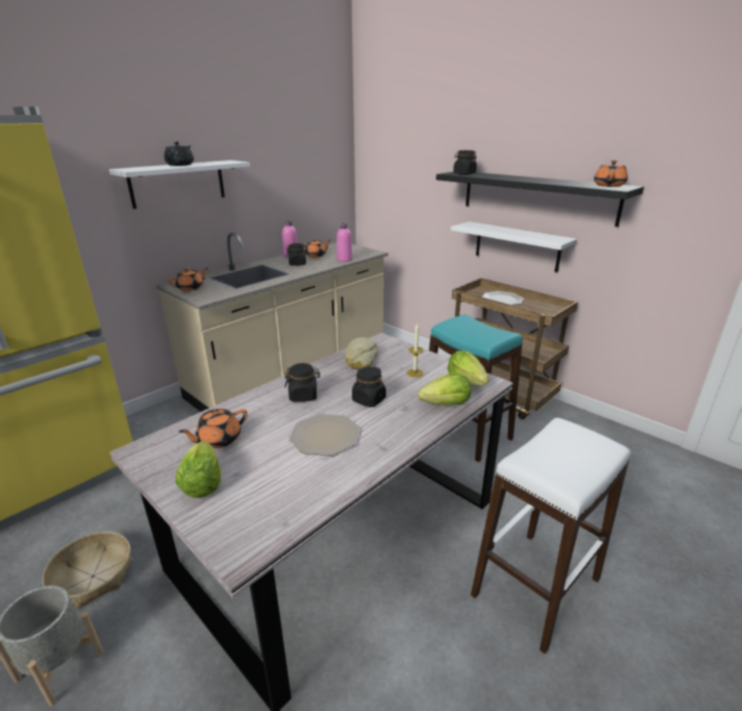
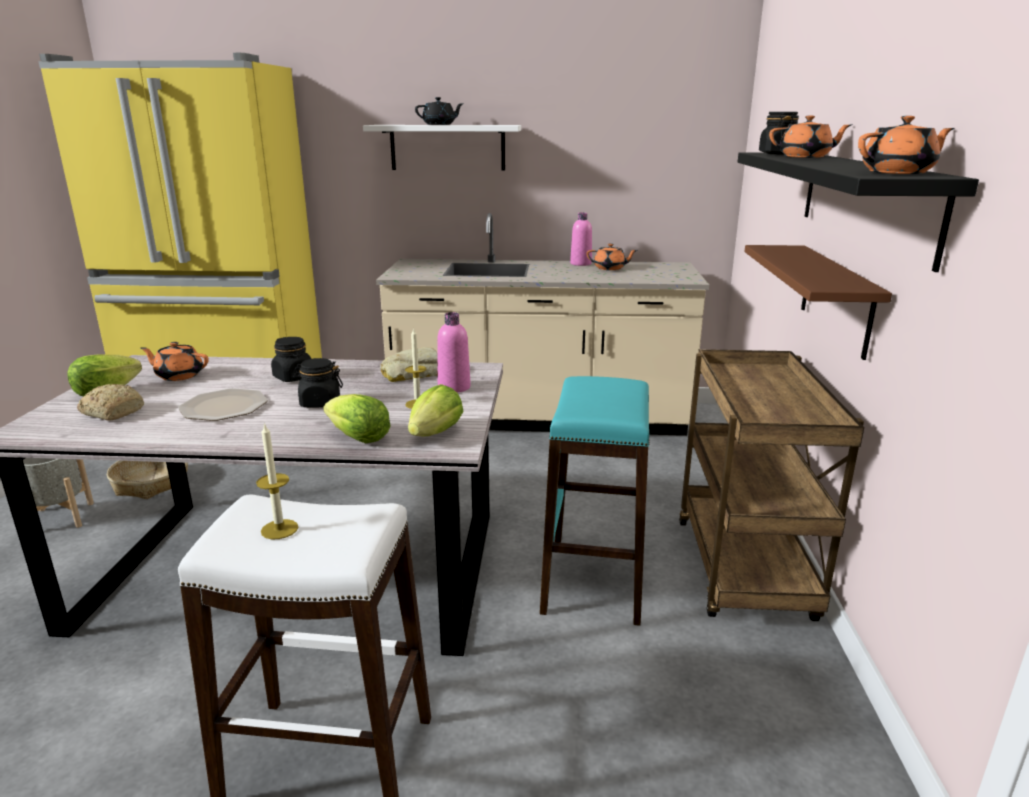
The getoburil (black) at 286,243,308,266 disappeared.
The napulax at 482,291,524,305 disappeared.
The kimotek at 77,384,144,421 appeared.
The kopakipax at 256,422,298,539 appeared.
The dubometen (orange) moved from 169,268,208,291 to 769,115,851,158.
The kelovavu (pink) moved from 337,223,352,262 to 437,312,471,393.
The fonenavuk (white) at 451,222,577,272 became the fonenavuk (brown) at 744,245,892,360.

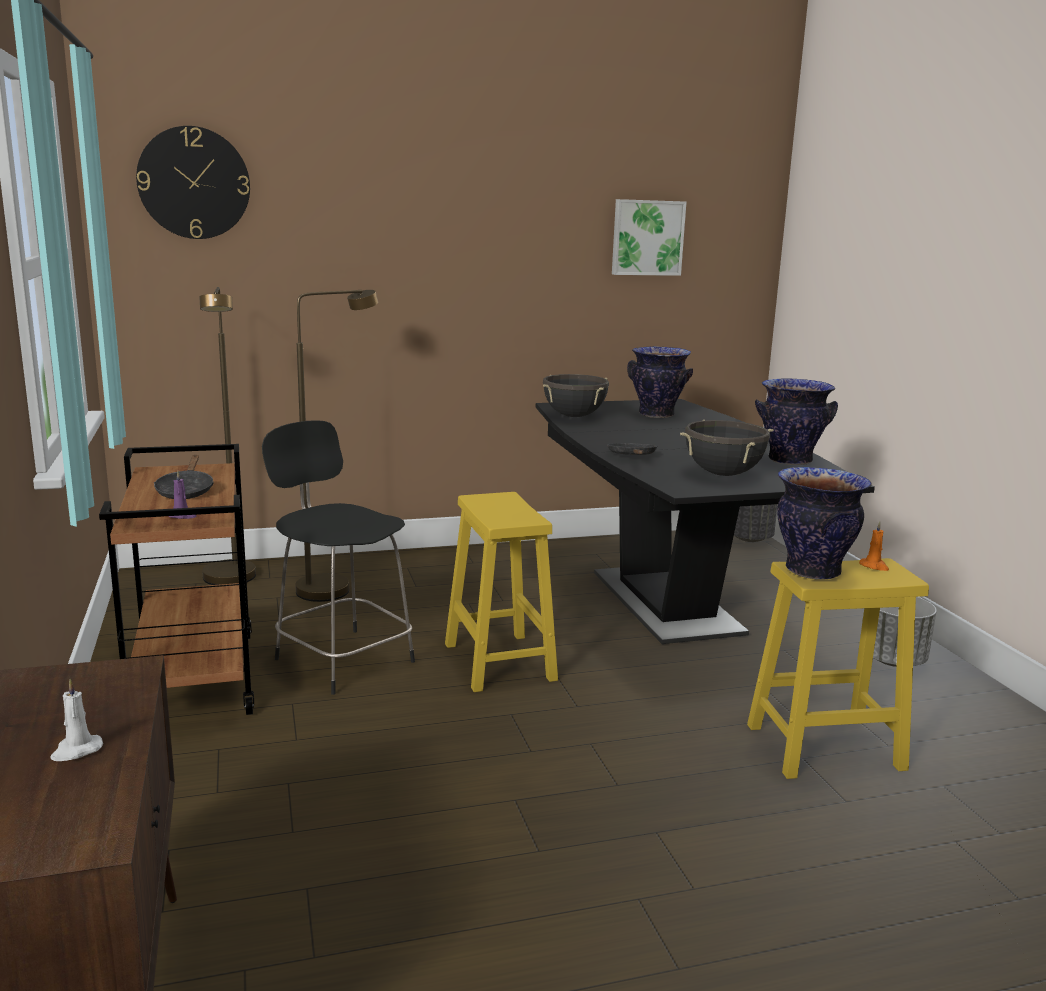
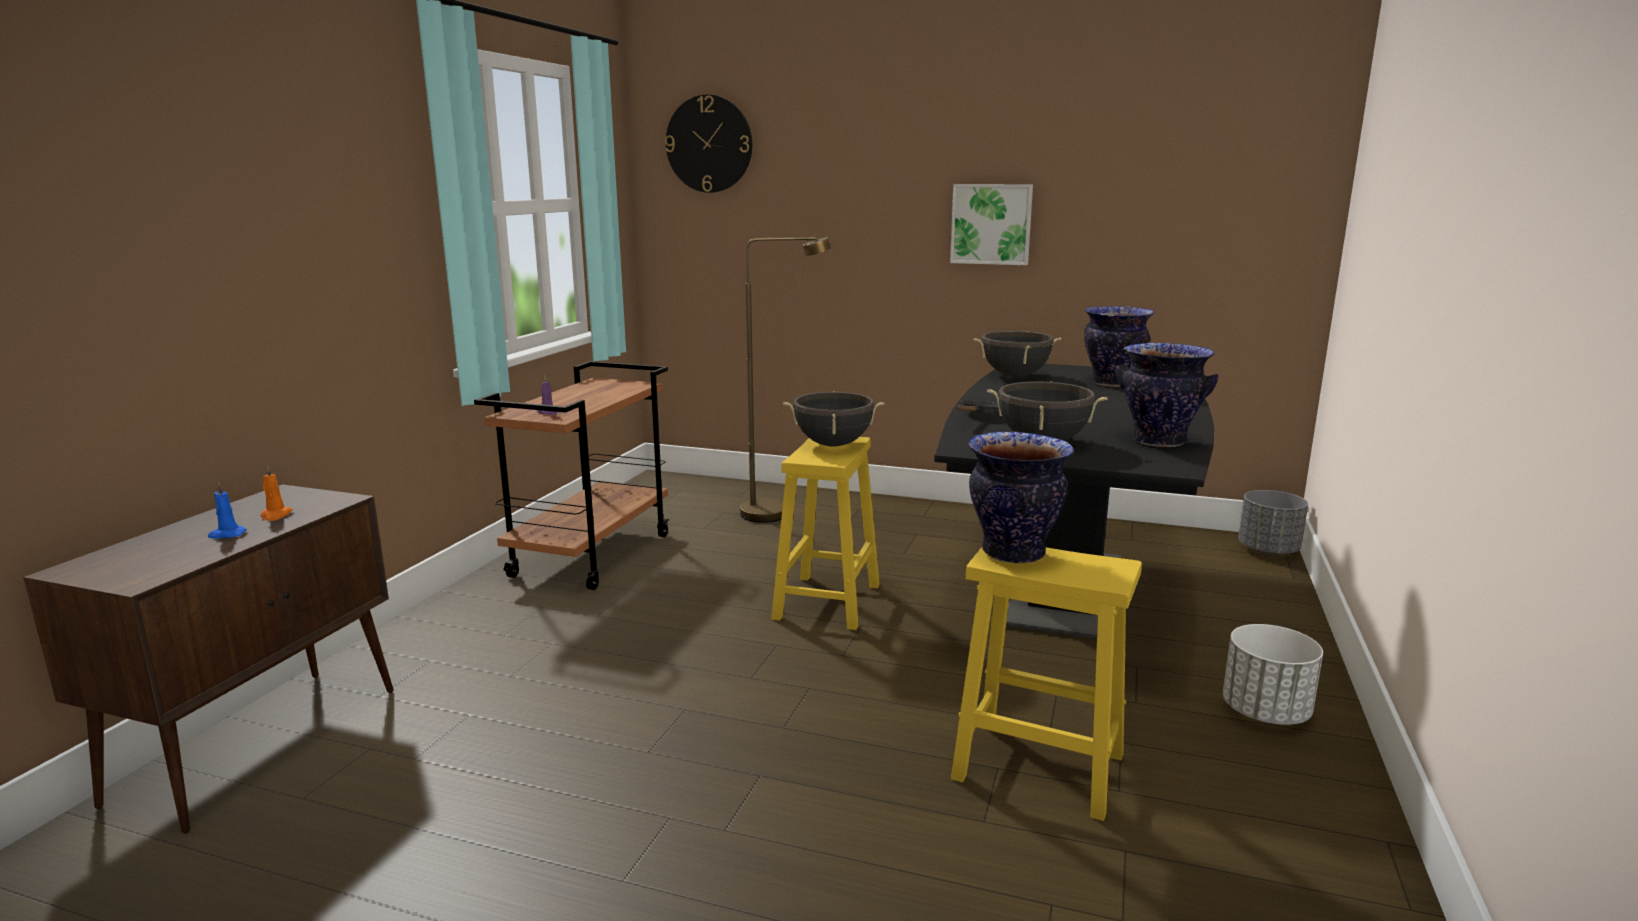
The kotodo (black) at 153,455,214,499 disappeared.
The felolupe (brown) at 199,287,256,585 disappeared.
The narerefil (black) at 262,420,415,695 disappeared.
The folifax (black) at 783,391,885,446 appeared.
The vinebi moved from 612,199,687,276 to 950,184,1033,265.
The kopakipax (orange) moved from 859,521,889,571 to 261,464,293,521.
The kopakipax (white) at 51,679,103,761 became the kopakipax (blue) at 208,481,247,539.

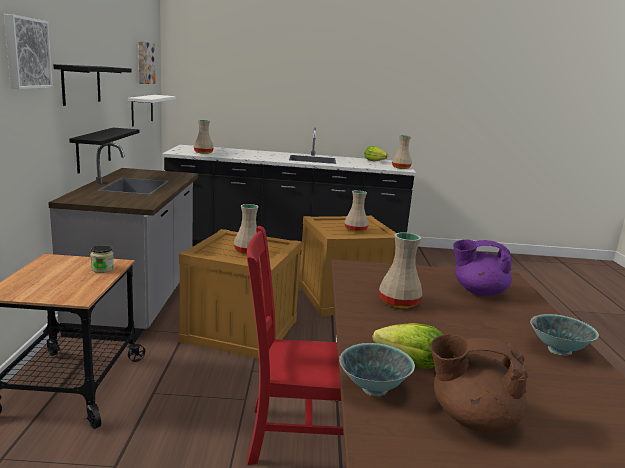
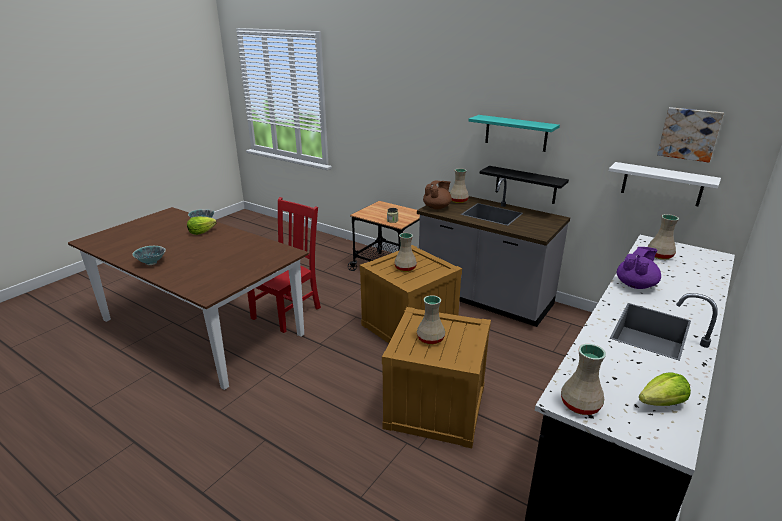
The vinebi at 4,14,53,89 disappeared.
The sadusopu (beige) moved from 379,232,422,308 to 450,168,469,203.
The dubometen (brown) moved from 430,334,528,432 to 423,180,452,209.
The dubometen (purple) moved from 453,240,512,296 to 617,247,661,289.
The fonenavuk (black) at 53,64,131,106 became the fonenavuk (turquoise) at 468,115,560,152.

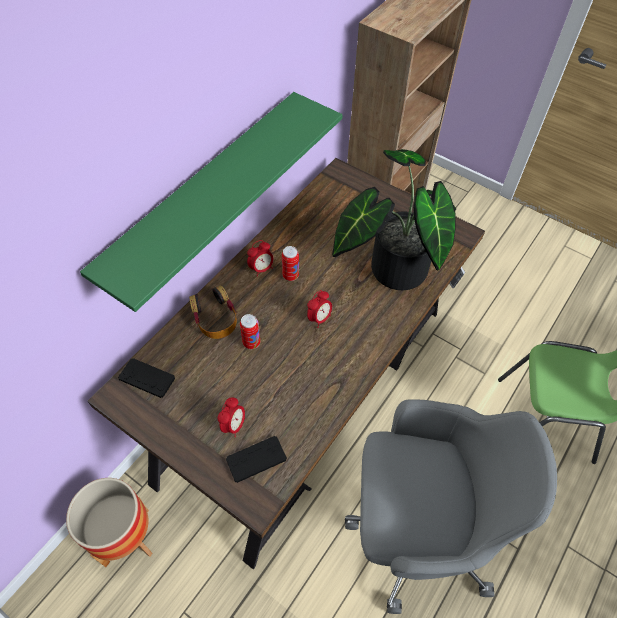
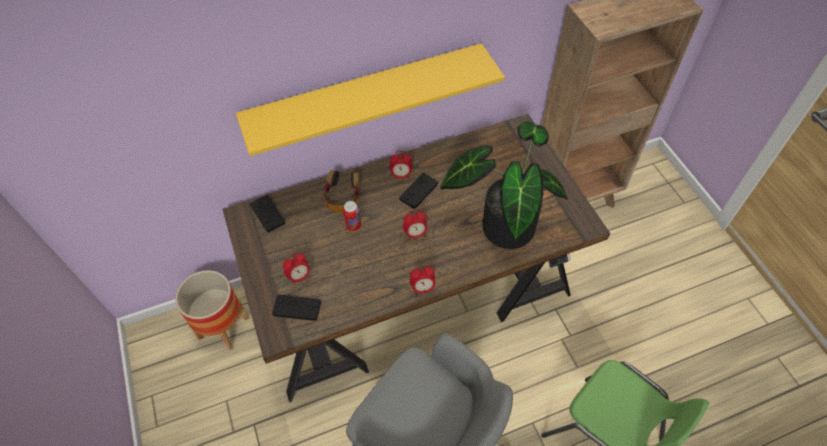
The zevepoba at 409,266,435,295 appeared.
The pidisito at 282,246,299,281 was replaced by the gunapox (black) at 399,173,438,209.
The fonenavuk (green) at 80,92,343,312 became the fonenavuk (yellow) at 236,43,505,156.

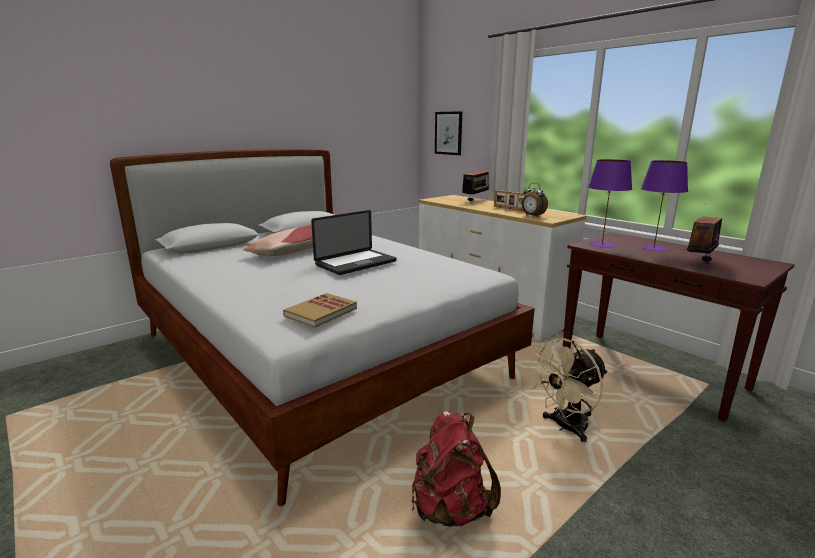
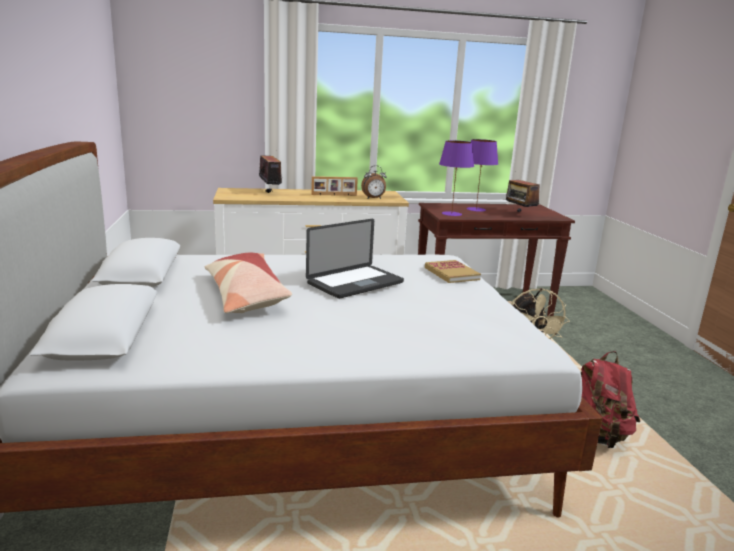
The vinebi at 435,111,462,155 disappeared.
The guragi moved from 283,293,357,328 to 425,260,481,283.
The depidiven at 311,210,397,275 turned 60 degrees clockwise.

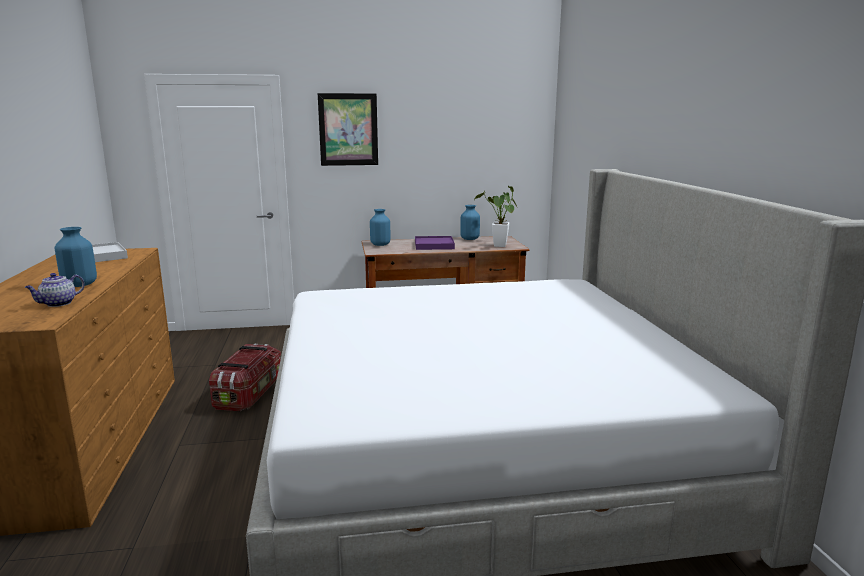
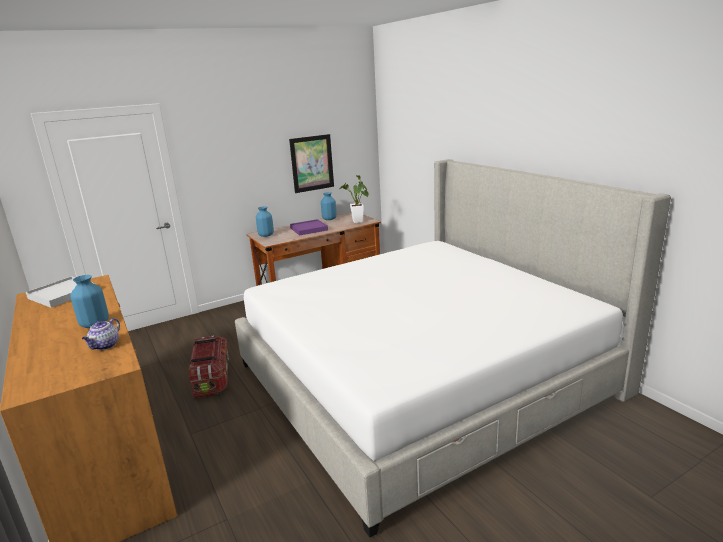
The vinebi moved from 318,93,378,166 to 289,134,334,193.

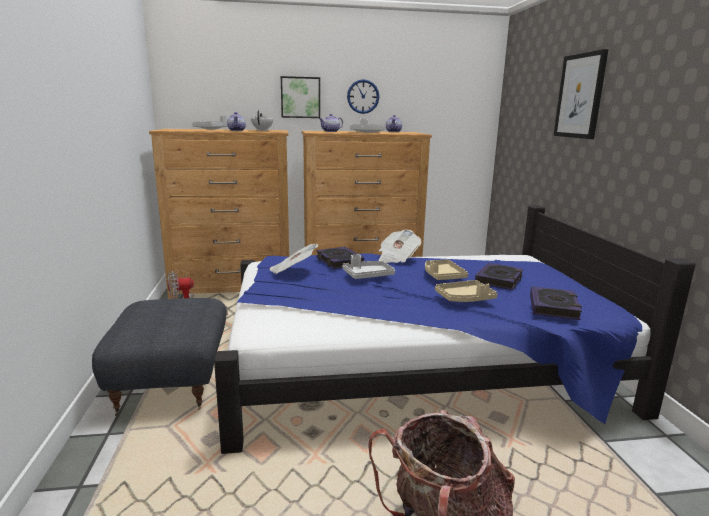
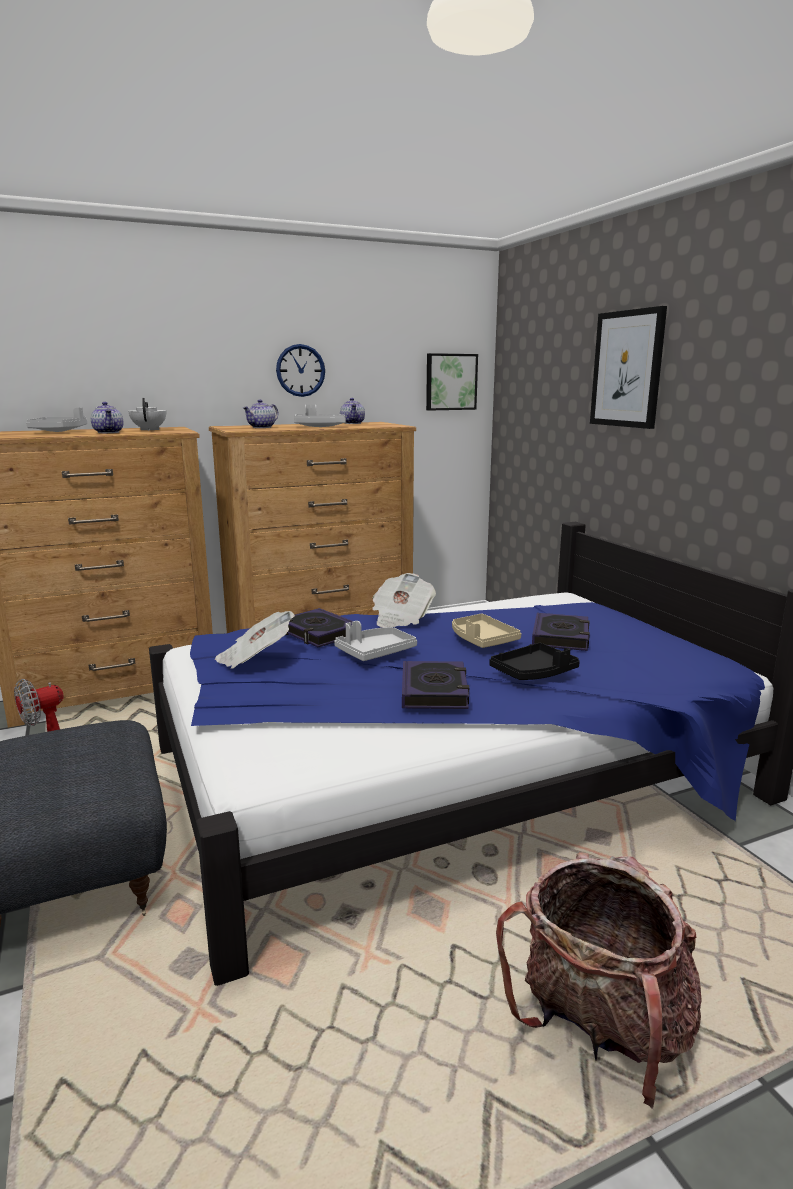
The vinebi moved from 281,76,320,118 to 426,353,478,411.
The guragi moved from 530,286,582,320 to 402,661,469,709.
The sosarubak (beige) at 435,280,497,302 became the sosarubak (black) at 490,643,580,680.

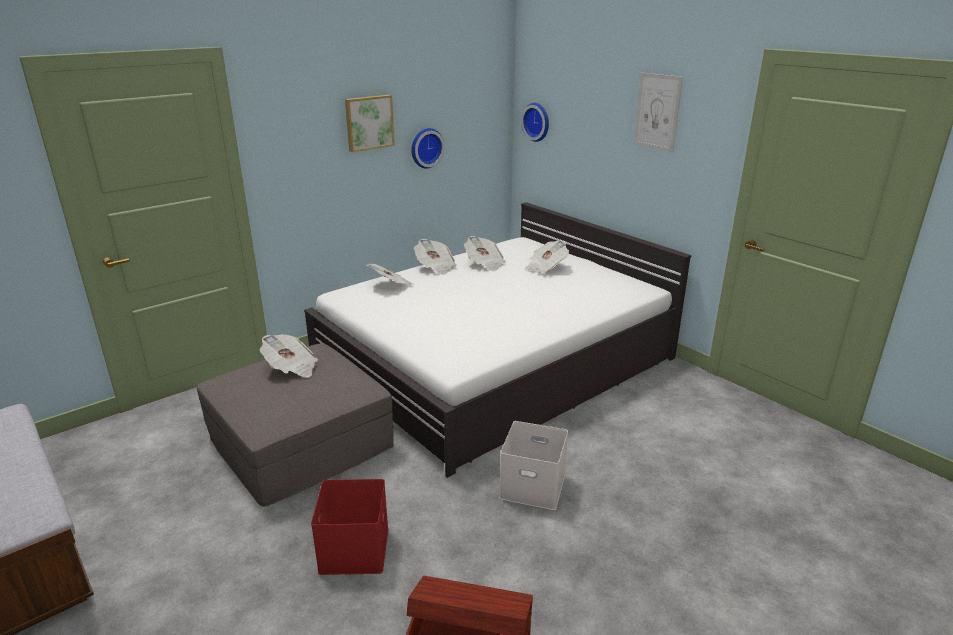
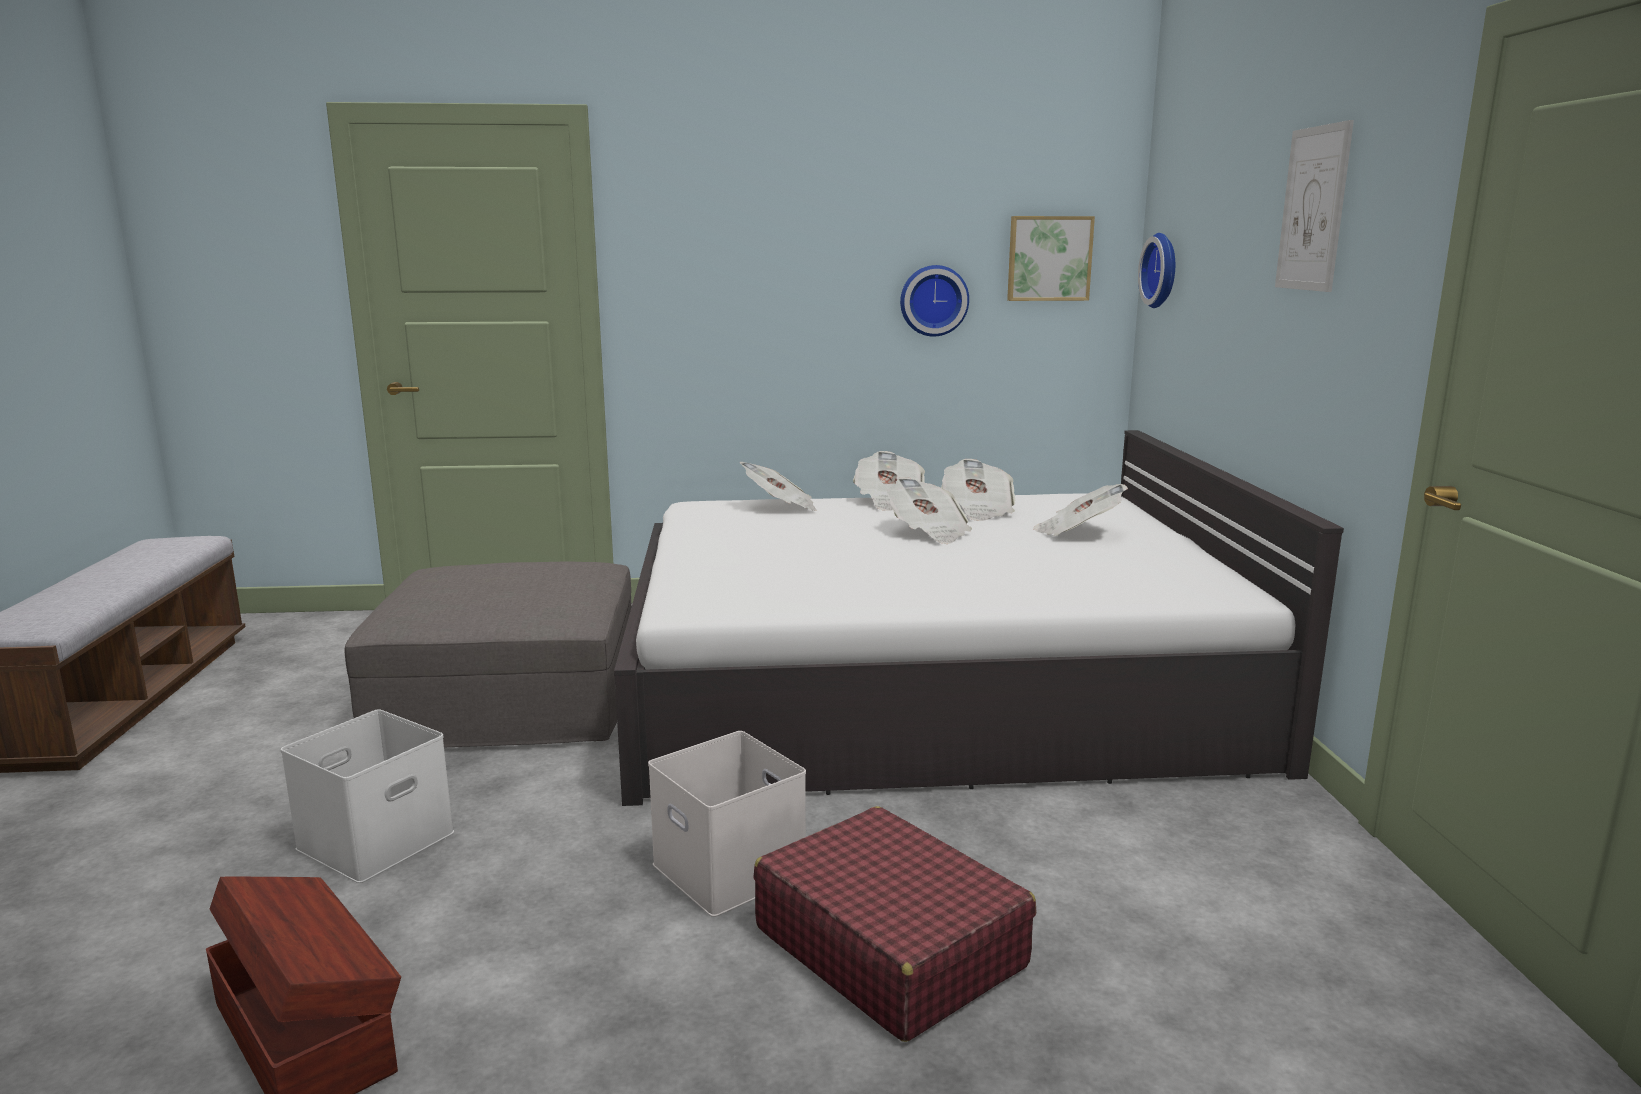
The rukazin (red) at 754,806,1037,1042 appeared.
The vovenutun moved from 260,334,318,378 to 887,477,972,544.
The vinebi moved from 345,95,395,152 to 1007,216,1095,301.
The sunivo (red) at 311,479,389,575 became the sunivo (white) at 281,709,454,883.

